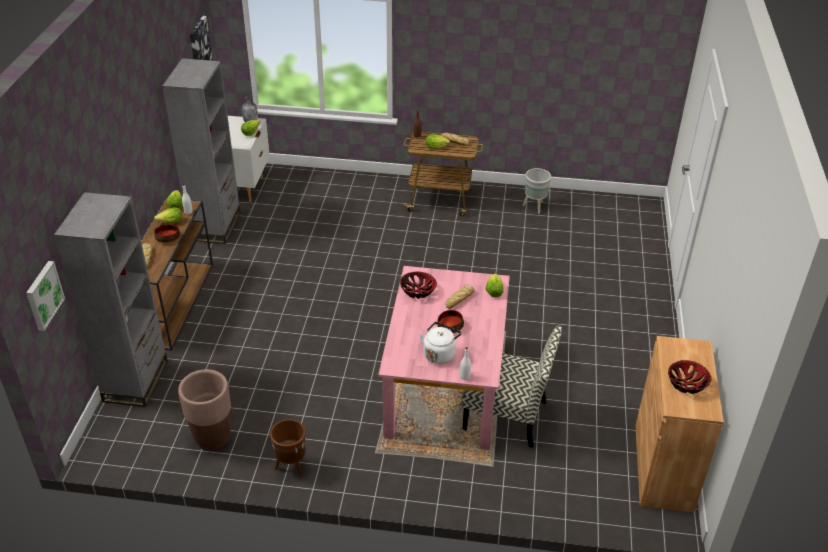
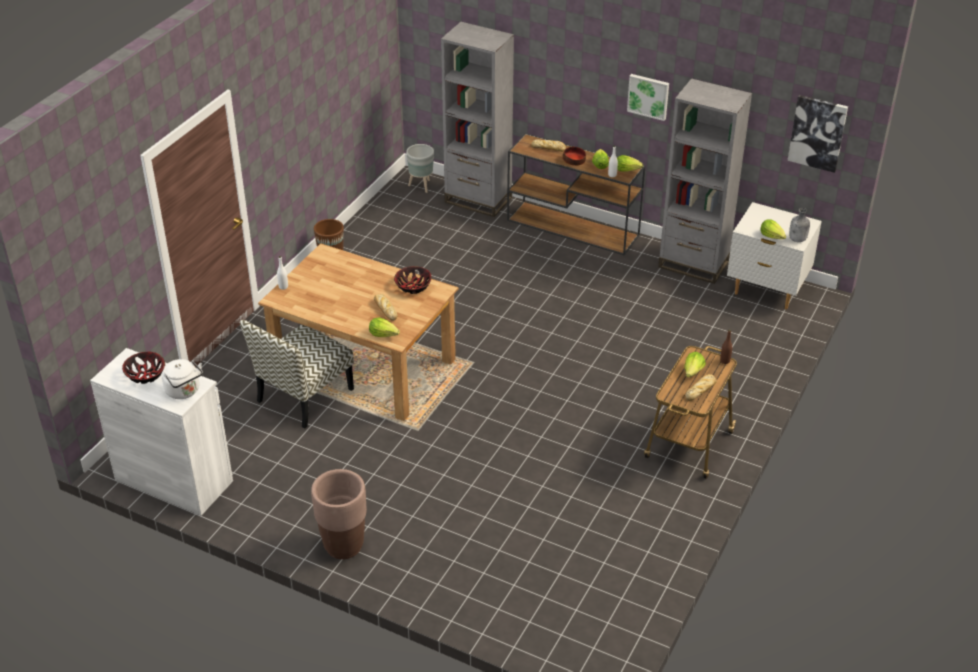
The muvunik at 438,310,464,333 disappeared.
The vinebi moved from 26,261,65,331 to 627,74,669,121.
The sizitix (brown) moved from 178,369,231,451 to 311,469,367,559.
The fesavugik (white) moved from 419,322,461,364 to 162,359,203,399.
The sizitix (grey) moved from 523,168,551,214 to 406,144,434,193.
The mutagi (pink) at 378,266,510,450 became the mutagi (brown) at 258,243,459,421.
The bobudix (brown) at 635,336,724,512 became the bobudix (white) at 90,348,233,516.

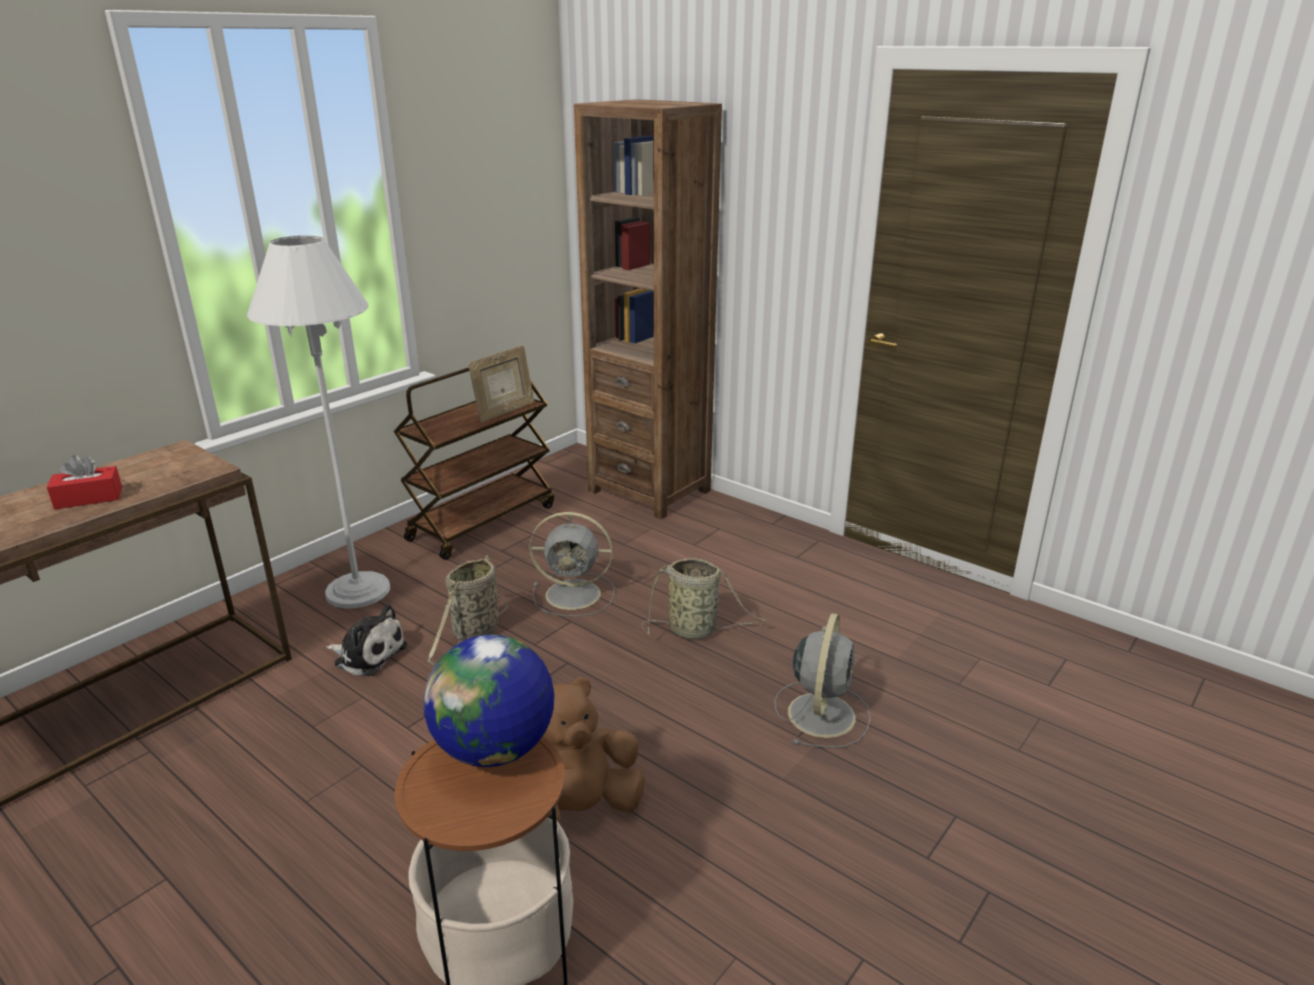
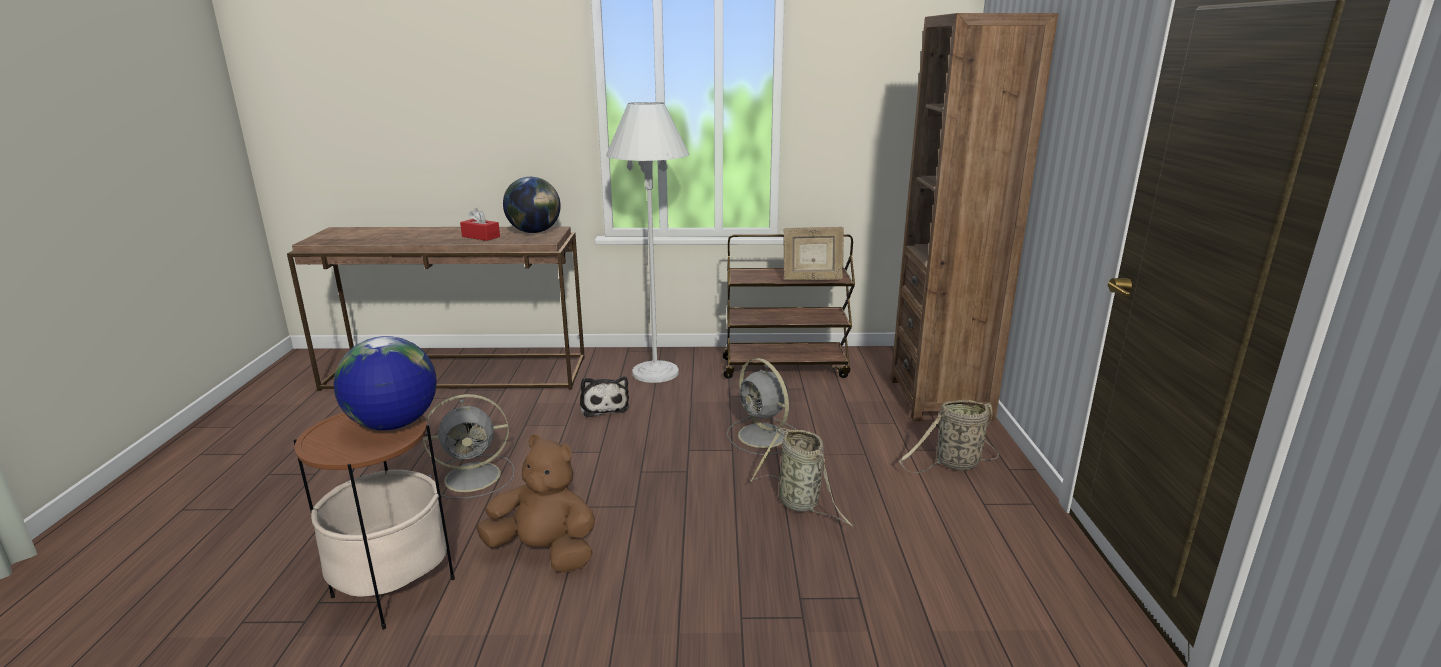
The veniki at 503,177,561,233 appeared.
The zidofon moved from 428,555,507,665 to 899,400,999,473.
The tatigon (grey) moved from 774,613,871,748 to 423,394,515,499.

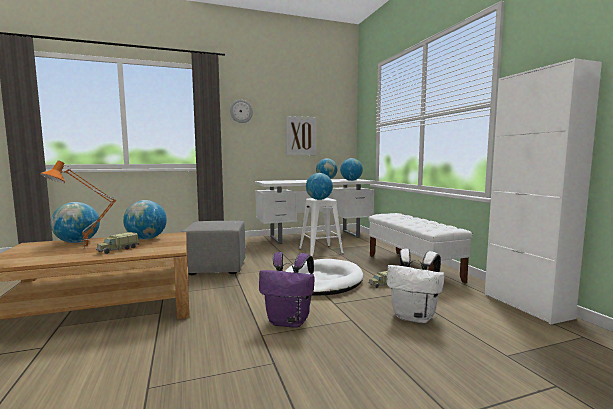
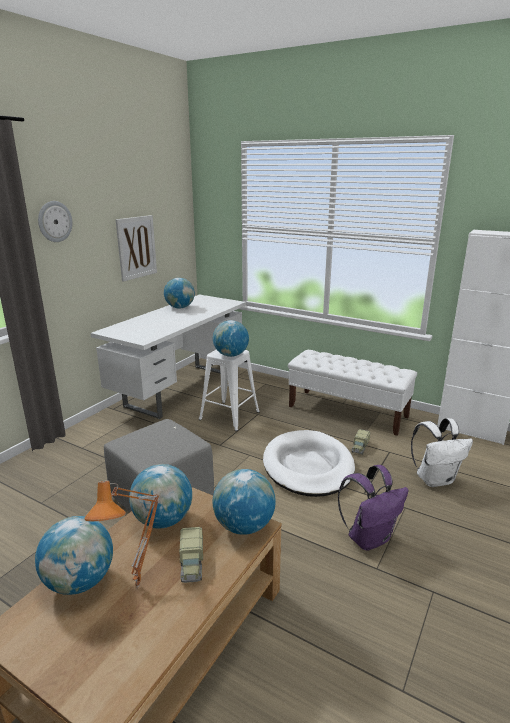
The veniki moved from 340,158,363,181 to 213,469,276,535.

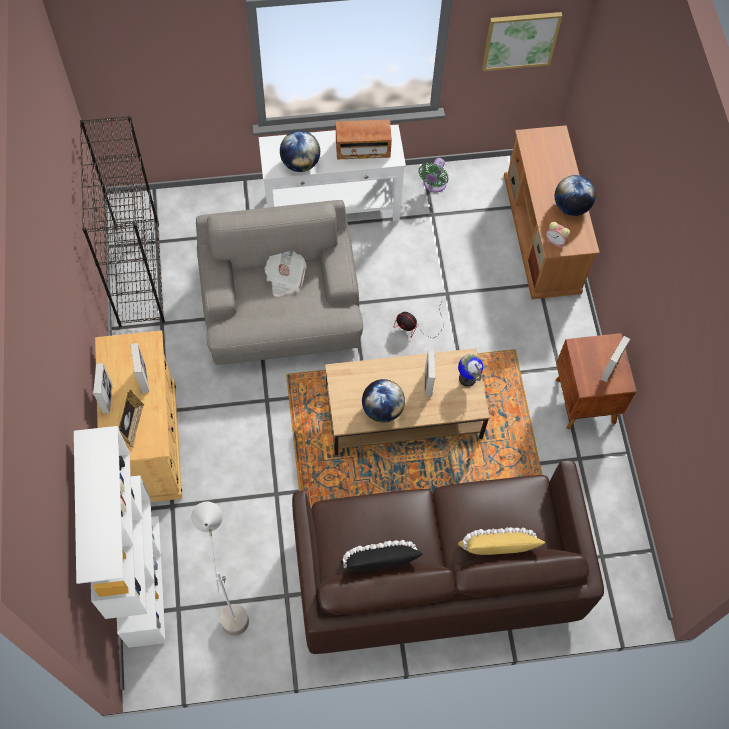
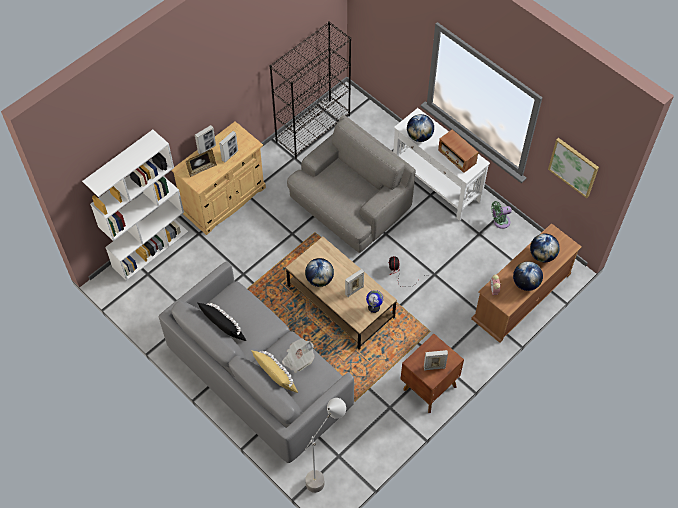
The veniki at 530,234,560,262 appeared.
The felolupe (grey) moved from 191,502,249,636 to 304,398,346,493.
The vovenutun moved from 264,251,307,297 to 282,338,315,373.
The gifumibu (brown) at 292,460,604,654 became the gifumibu (grey) at 159,261,354,463.

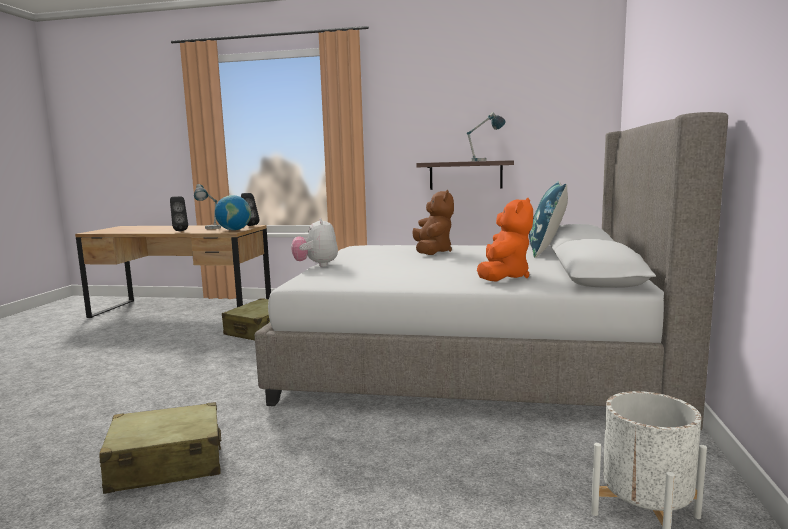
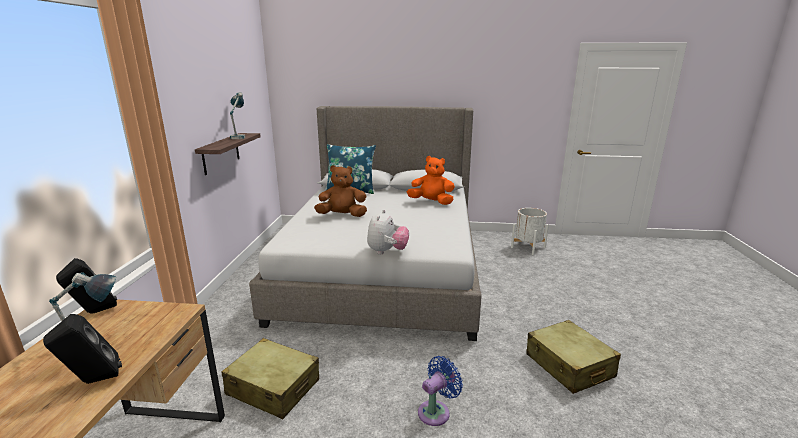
The veniki at 215,195,251,230 disappeared.
The tatigon (blue) at 418,356,463,426 appeared.
The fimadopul at 291,218,338,267 turned 60 degrees counterclockwise.

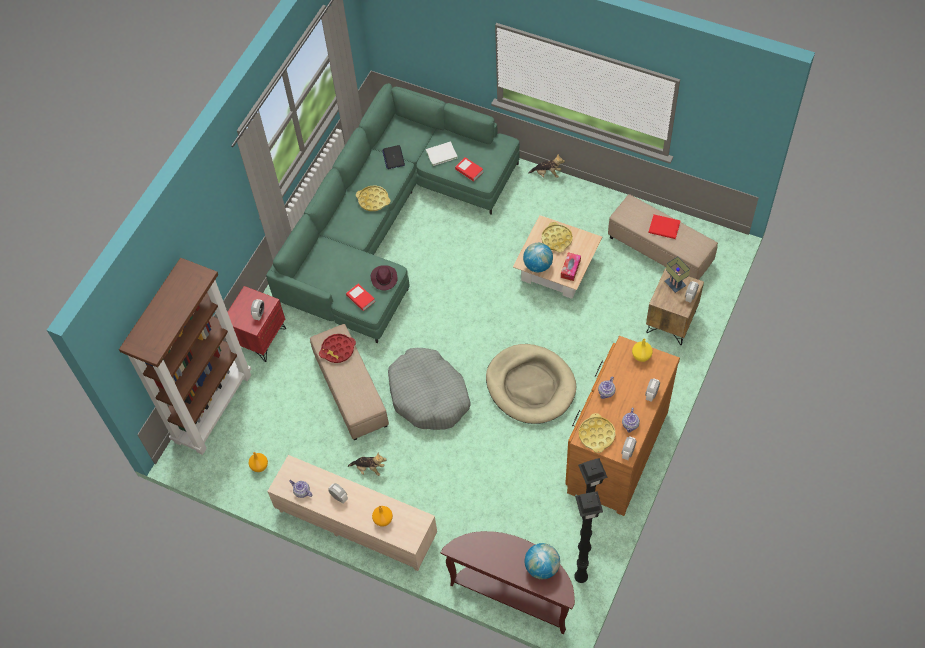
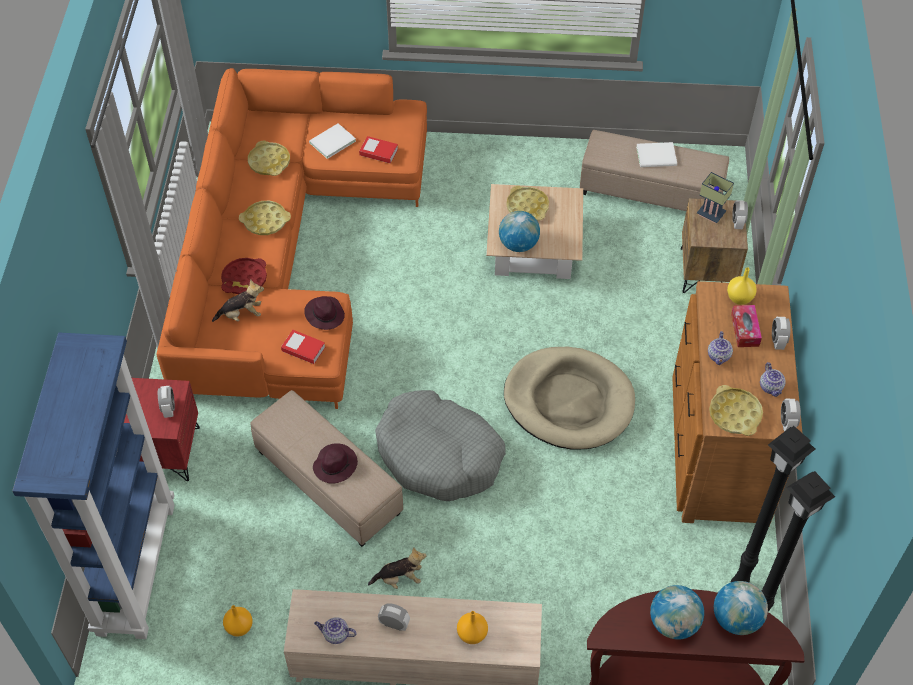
The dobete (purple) at 313,443,358,484 appeared.
The veniki at 650,585,704,640 appeared.
The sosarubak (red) moved from 319,334,356,363 to 221,258,267,294.
The fimadopul moved from 528,154,565,178 to 212,279,264,322.
The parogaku moved from 561,252,581,281 to 731,305,762,347.
The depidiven at 382,145,405,169 was replaced by the sosarubak (yellow) at 248,140,290,176.
The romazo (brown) at 119,258,251,455 became the romazo (blue) at 12,333,174,639.
The gifumibu (green) at 266,83,520,343 became the gifumibu (orange) at 157,68,427,409.
The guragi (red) at 648,215,681,239 became the guragi (white) at 636,142,677,167.

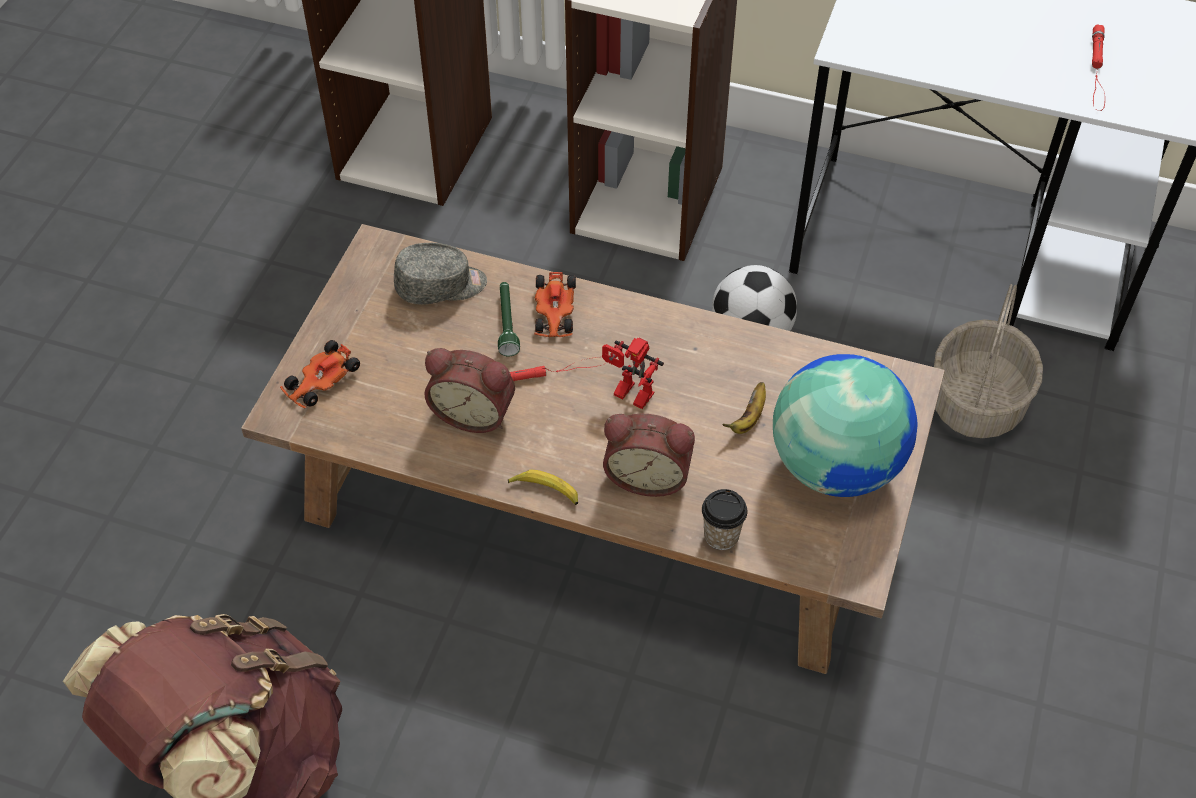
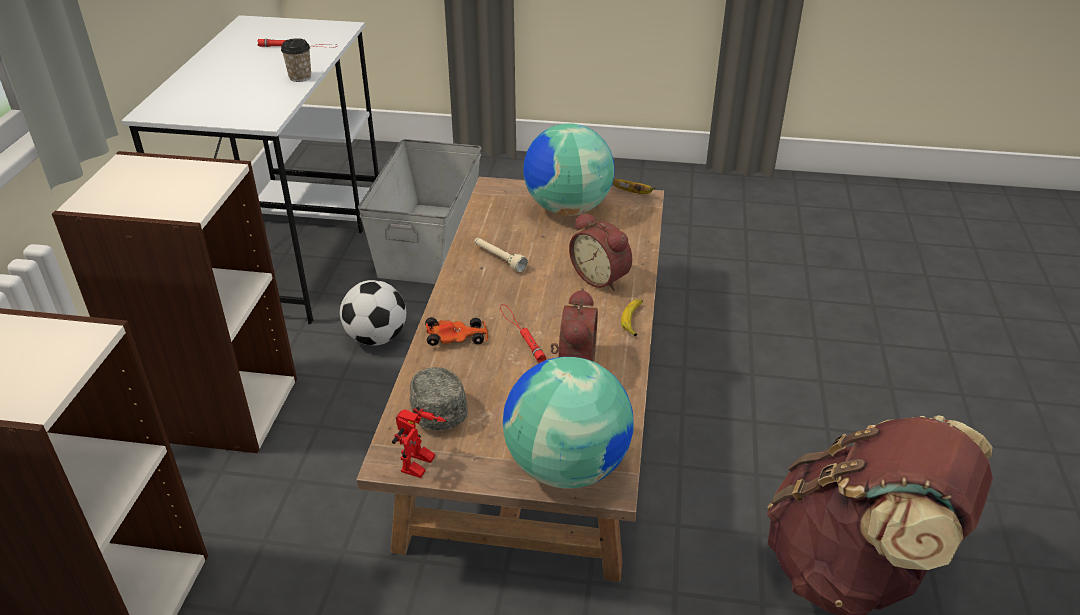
The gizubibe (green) at 498,282,520,356 disappeared.
The gizubibe (beige) at 474,238,528,272 appeared.
The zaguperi moved from 602,338,664,409 to 392,407,446,478.
The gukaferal moved from 702,489,747,550 to 281,38,311,82.
The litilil moved from 722,382,766,434 to 613,179,656,194.
The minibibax at 280,340,360,409 was replaced by the veniki at 503,357,634,489.
The zidofon at 934,284,1043,438 was replaced by the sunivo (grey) at 358,139,482,284.
The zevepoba at 603,414,695,497 turned 135 degrees clockwise.

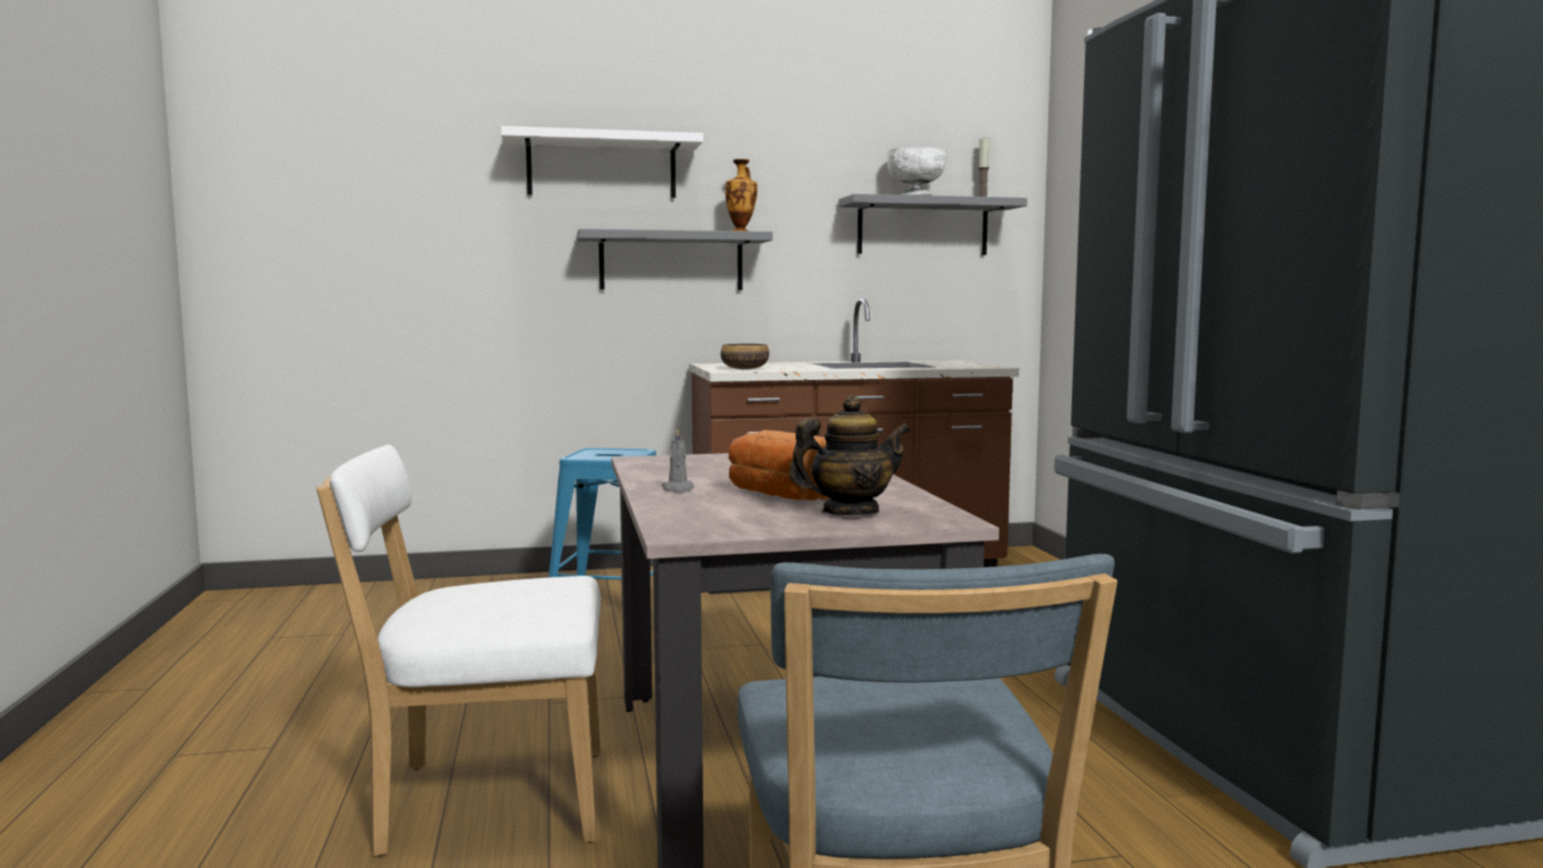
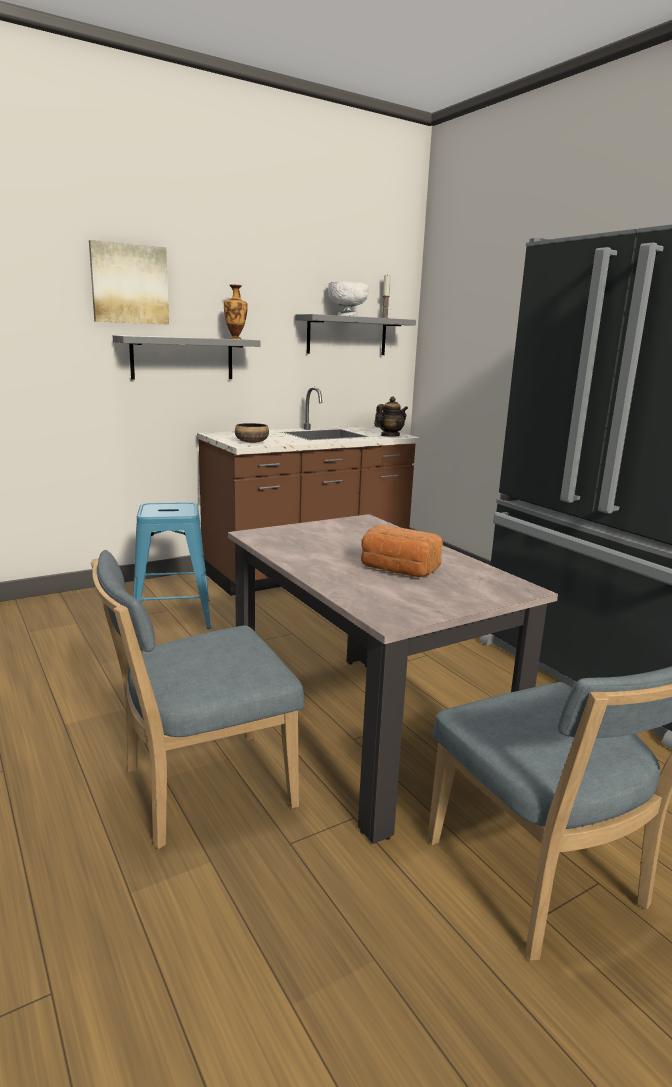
The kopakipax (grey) at 662,427,693,493 disappeared.
The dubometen moved from 788,395,910,515 to 374,397,408,436.
The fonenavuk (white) at 501,126,703,198 was replaced by the vinebi at 89,240,169,325.
The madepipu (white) at 316,445,601,856 became the madepipu (blue) at 91,550,304,849.

